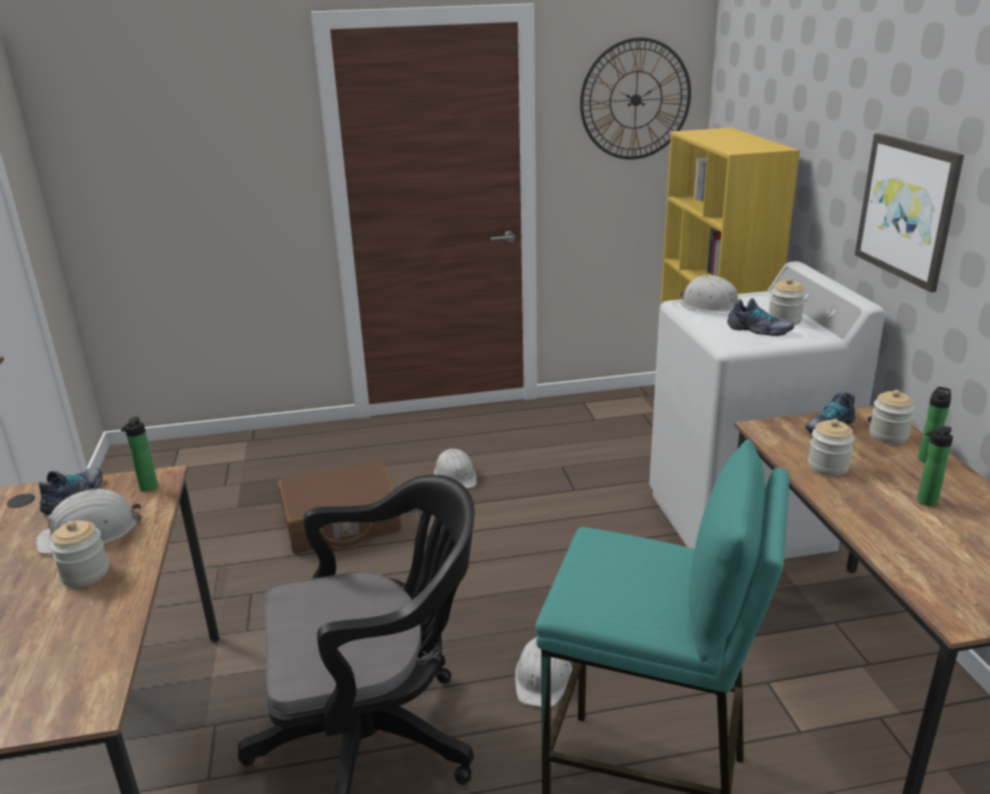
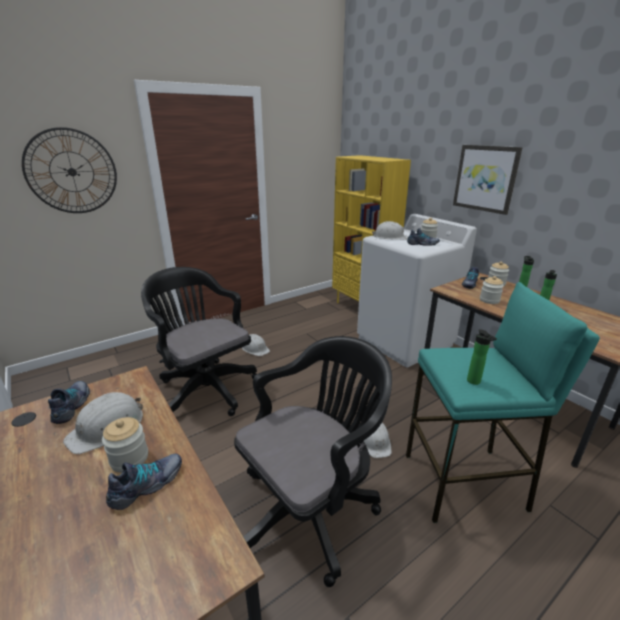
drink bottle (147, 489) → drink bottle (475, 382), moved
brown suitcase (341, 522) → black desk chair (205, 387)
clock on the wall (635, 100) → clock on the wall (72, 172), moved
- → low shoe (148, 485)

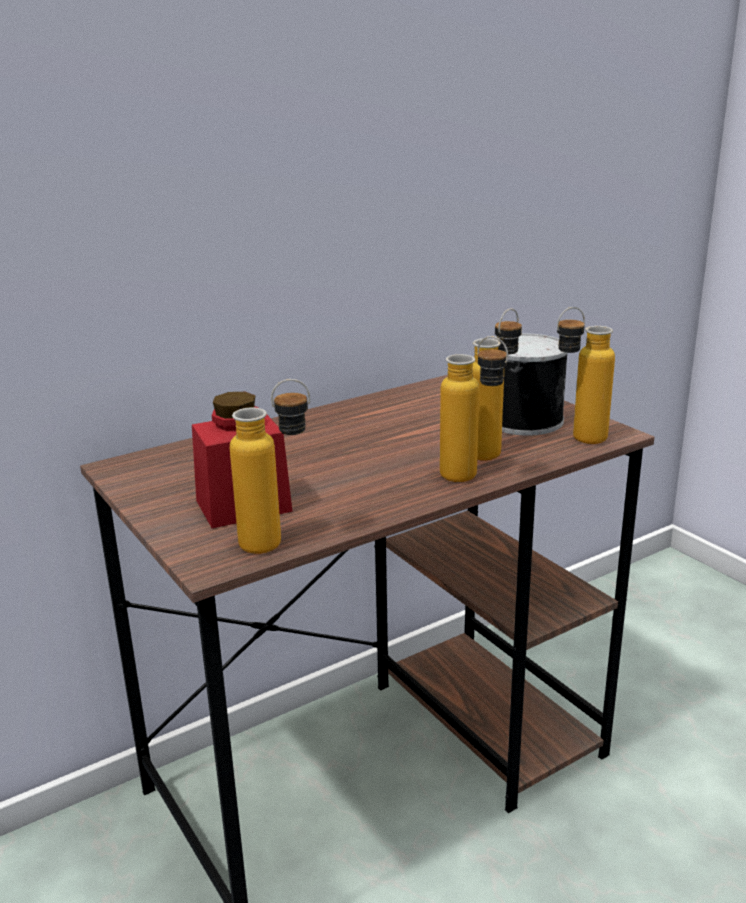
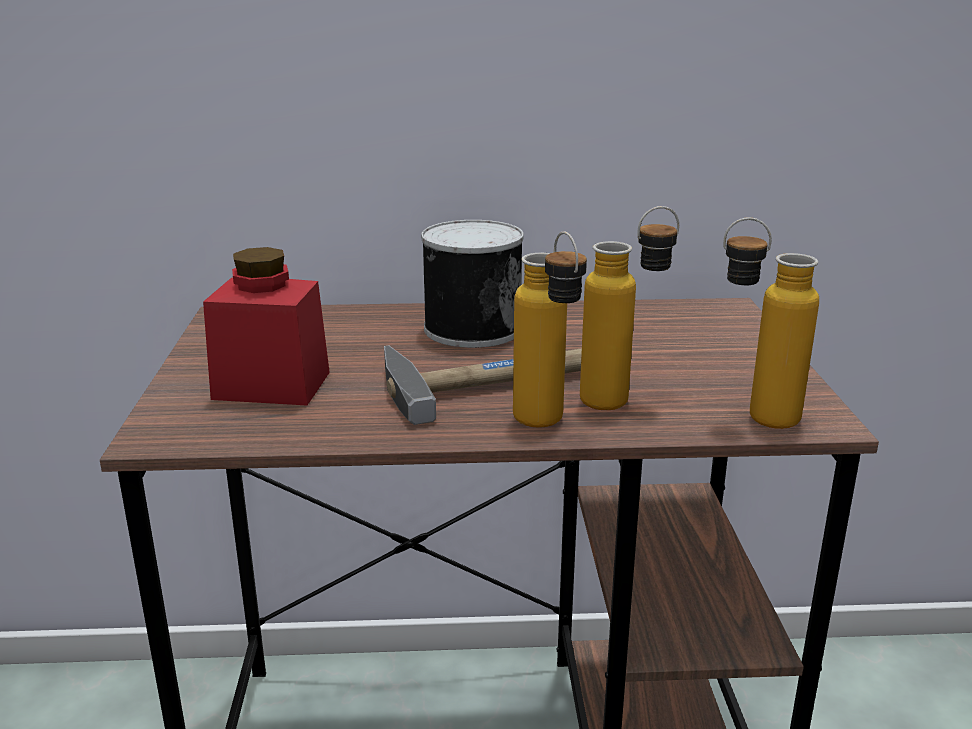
drink bottle (278, 543) → -
sealed can (521, 420) → sealed can (470, 328), moved
- → hammer (497, 380)

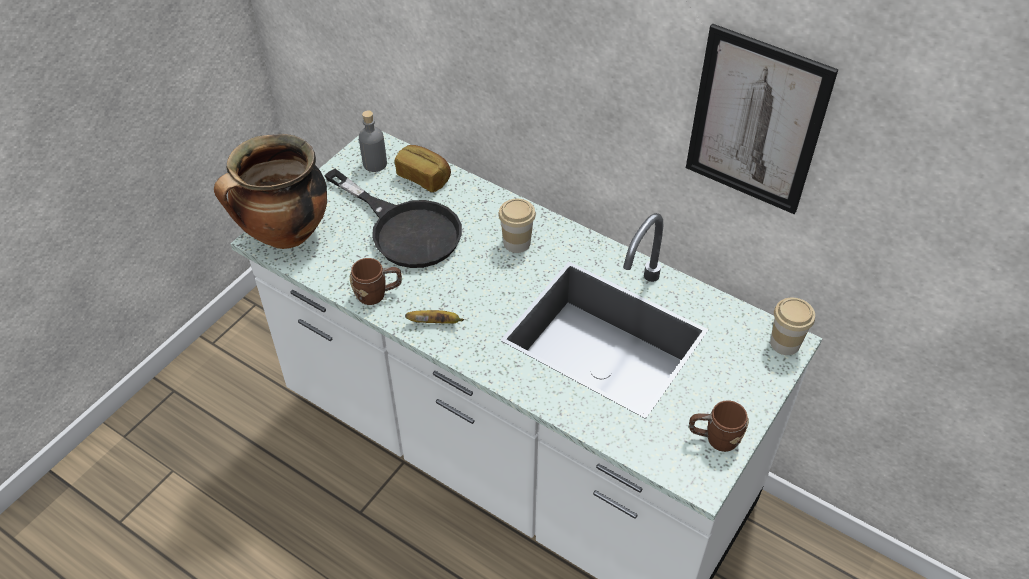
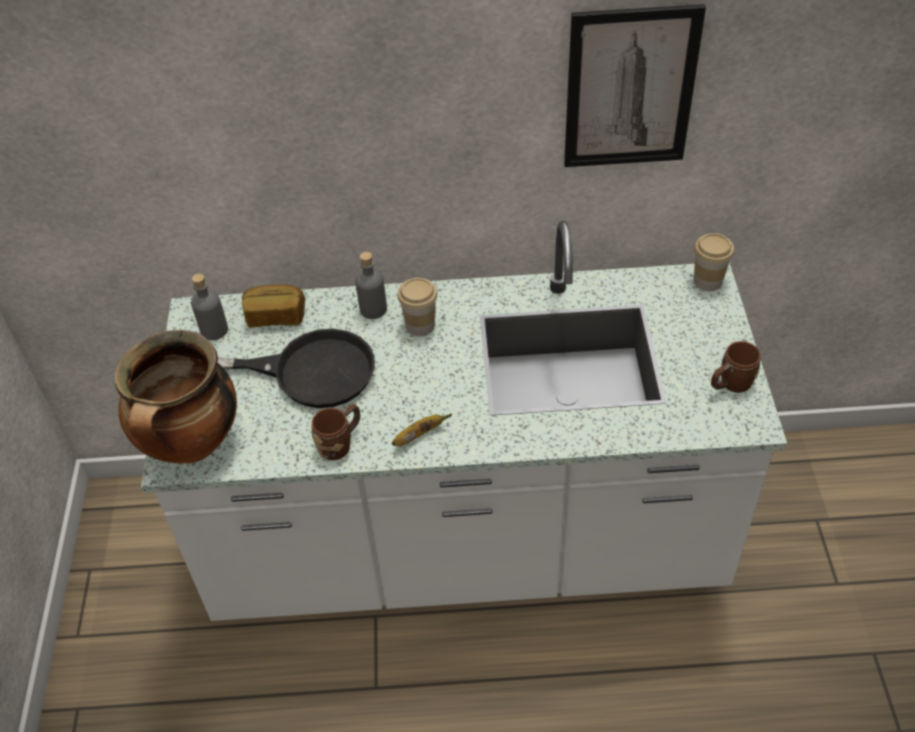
- → greyish drink bottle (373, 309)

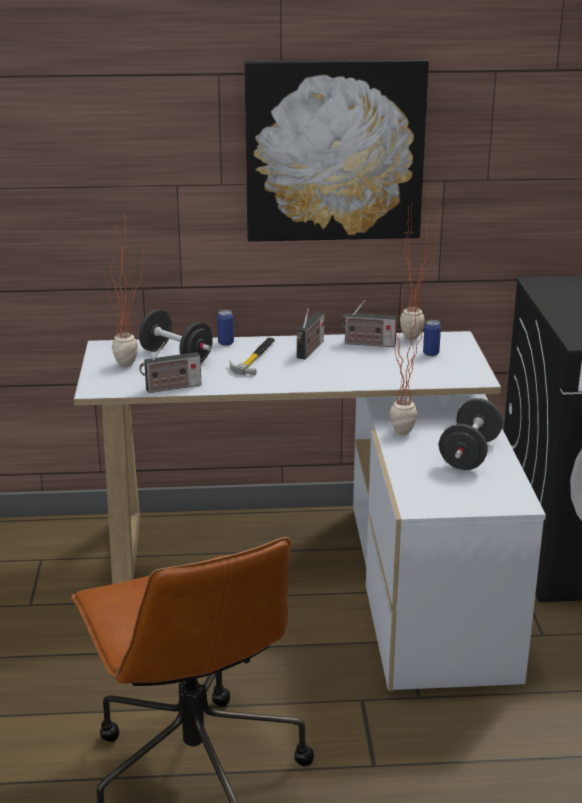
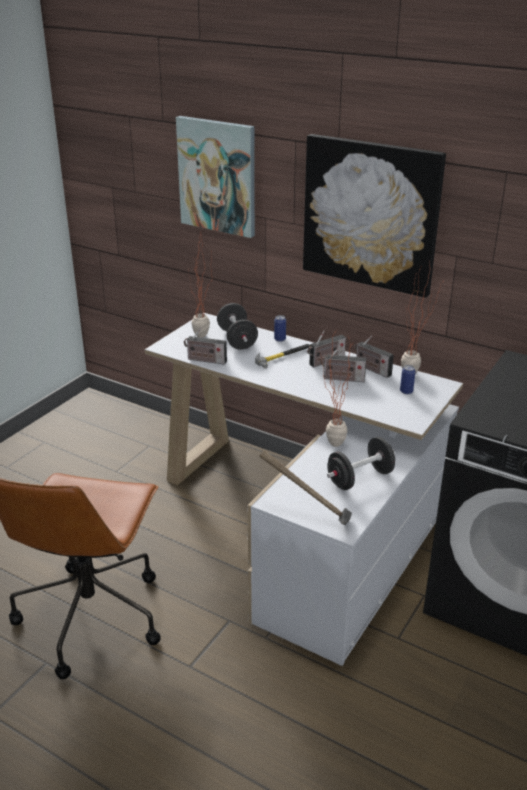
- → picture (217, 176)
- → hammer (308, 516)
- → radio (342, 379)

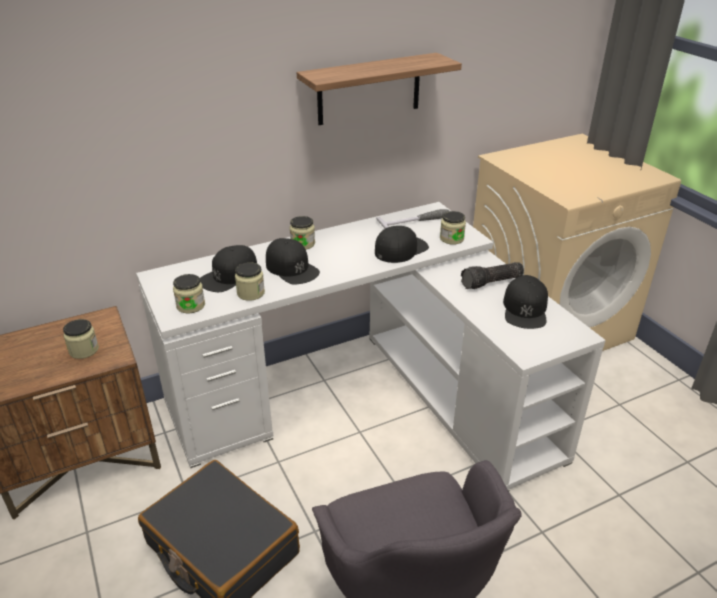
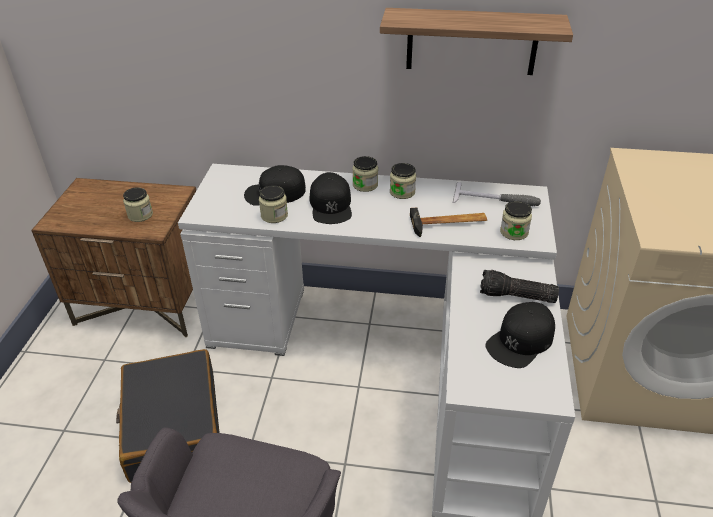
storage jar (190, 305) → storage jar (402, 192), moved
black baseball cap (401, 249) → hammer (449, 224)

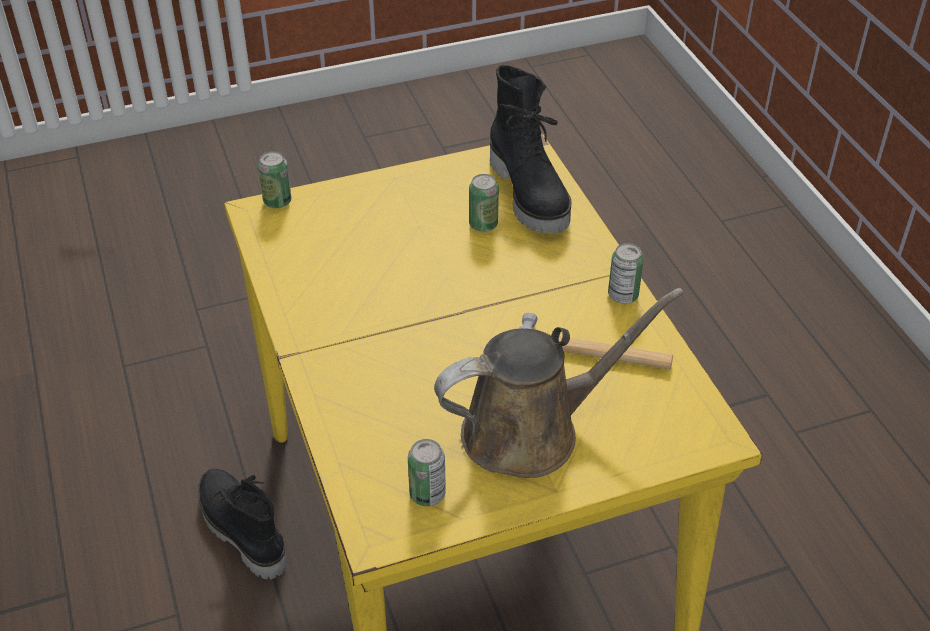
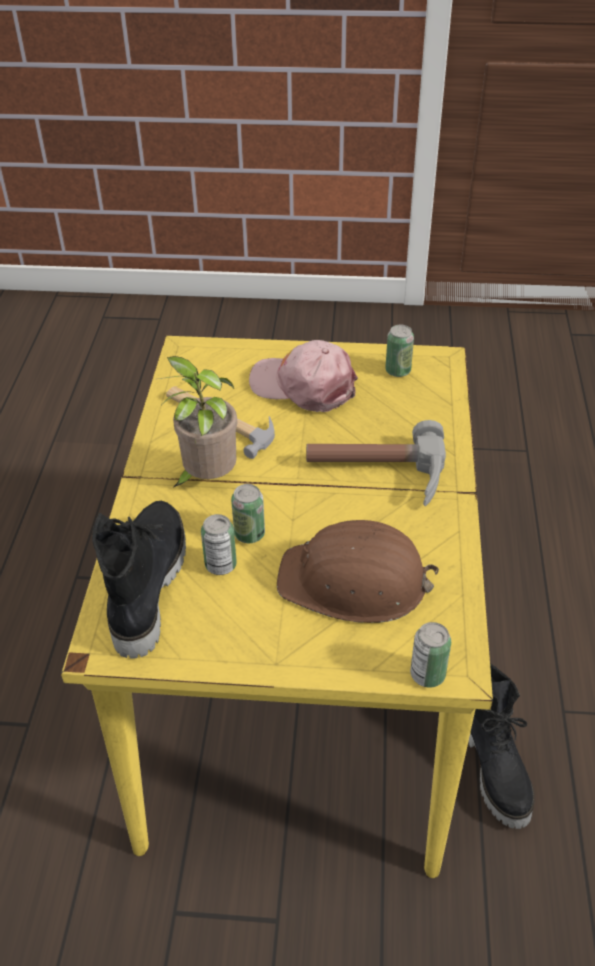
brown sprinkling can (531, 430) → pink-coloured baseball cap (303, 386)
sealed can (623, 295) → sealed can (249, 534), moved
- → potted plant (207, 478)
- → brown hard hat (354, 582)
- → hammer (376, 476)

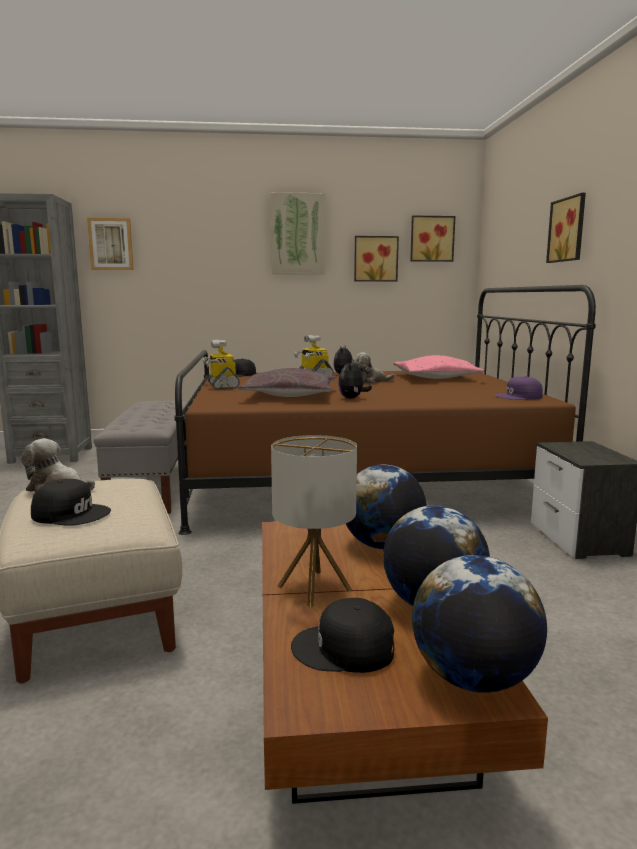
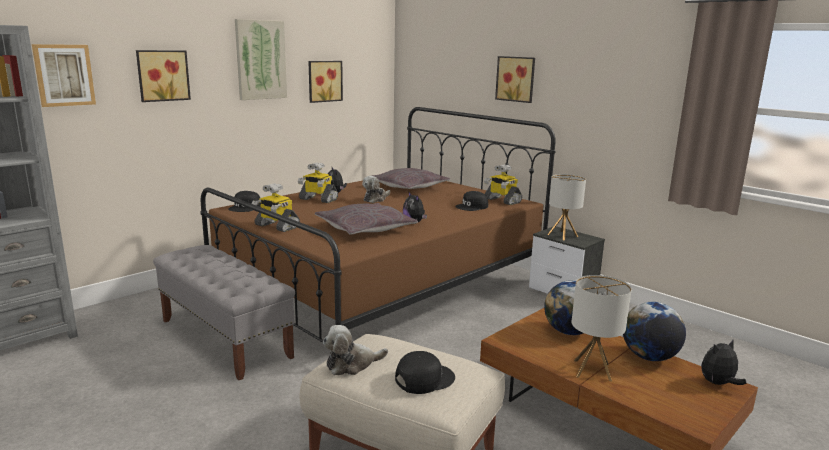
black baseball cap (344, 649) → black baseball cap (472, 207), moved
pink-coloured cushion (435, 378) → greyish cushion (408, 187)
picture (431, 239) → picture (162, 75), moved
world globe (473, 679) → cuddly toy (718, 384)
purple-coloured baseball cap (519, 396) → toy robot (501, 200)
- → lamp for a table (562, 235)

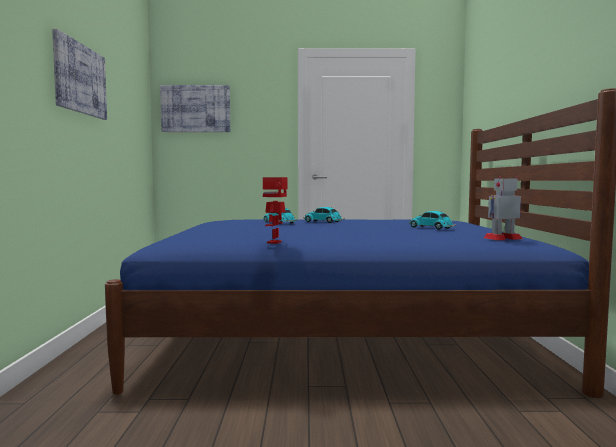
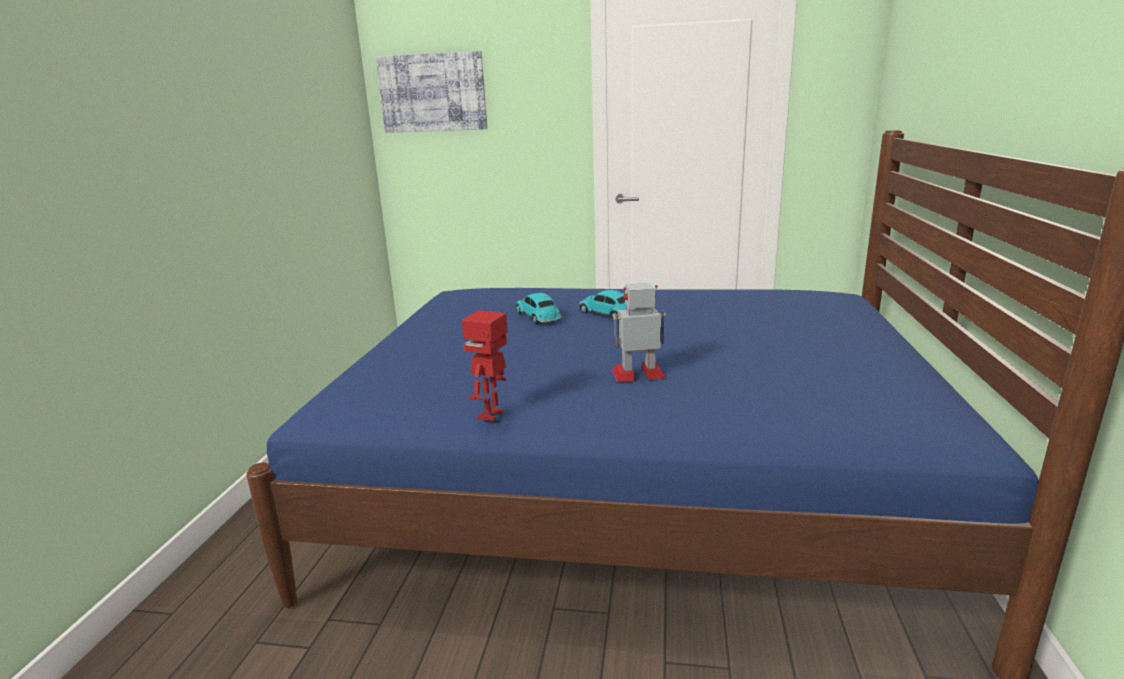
picture (80, 79) → -
miniature car (432, 228) → -
toy robot (503, 238) → toy robot (638, 374), moved

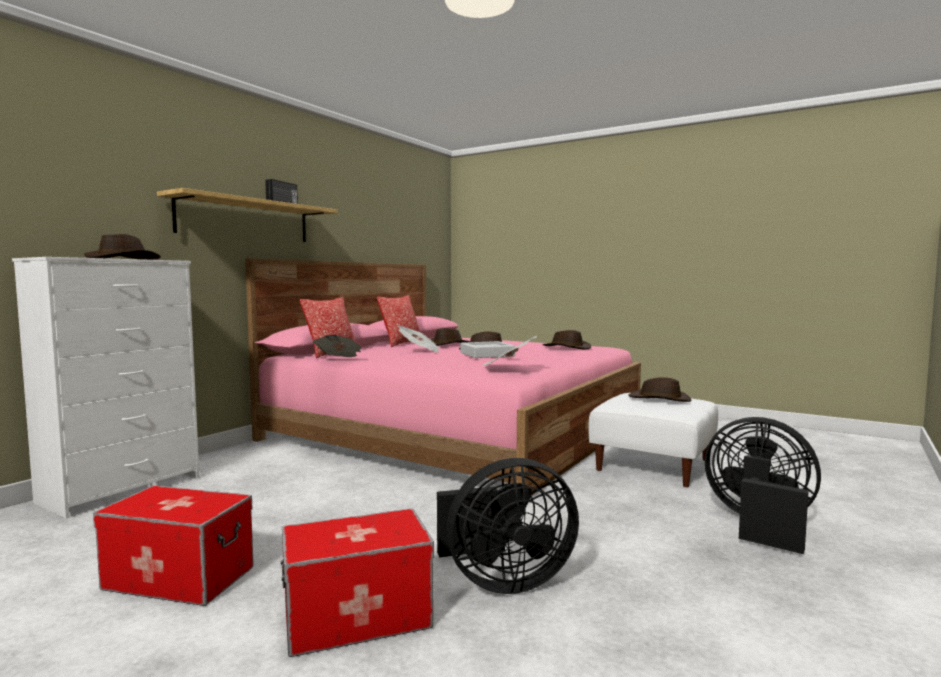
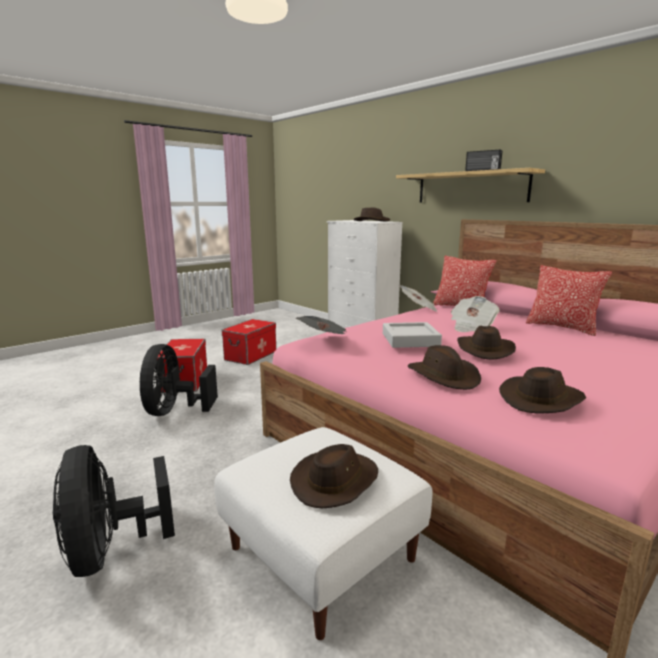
brown hat (448, 344) → brown hat (444, 376), moved
black electric fan (759, 524) → black electric fan (111, 550), 105 degrees clockwise

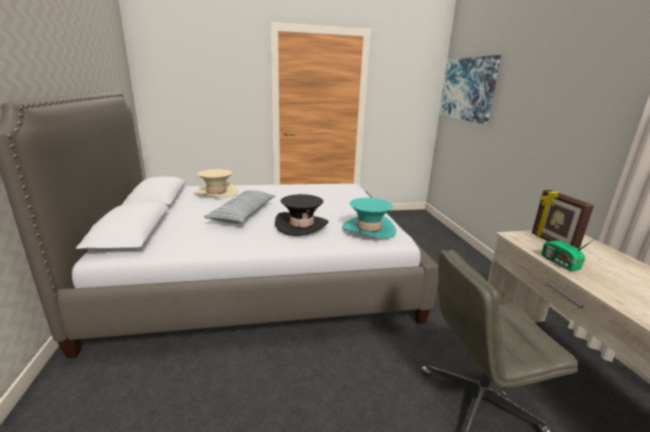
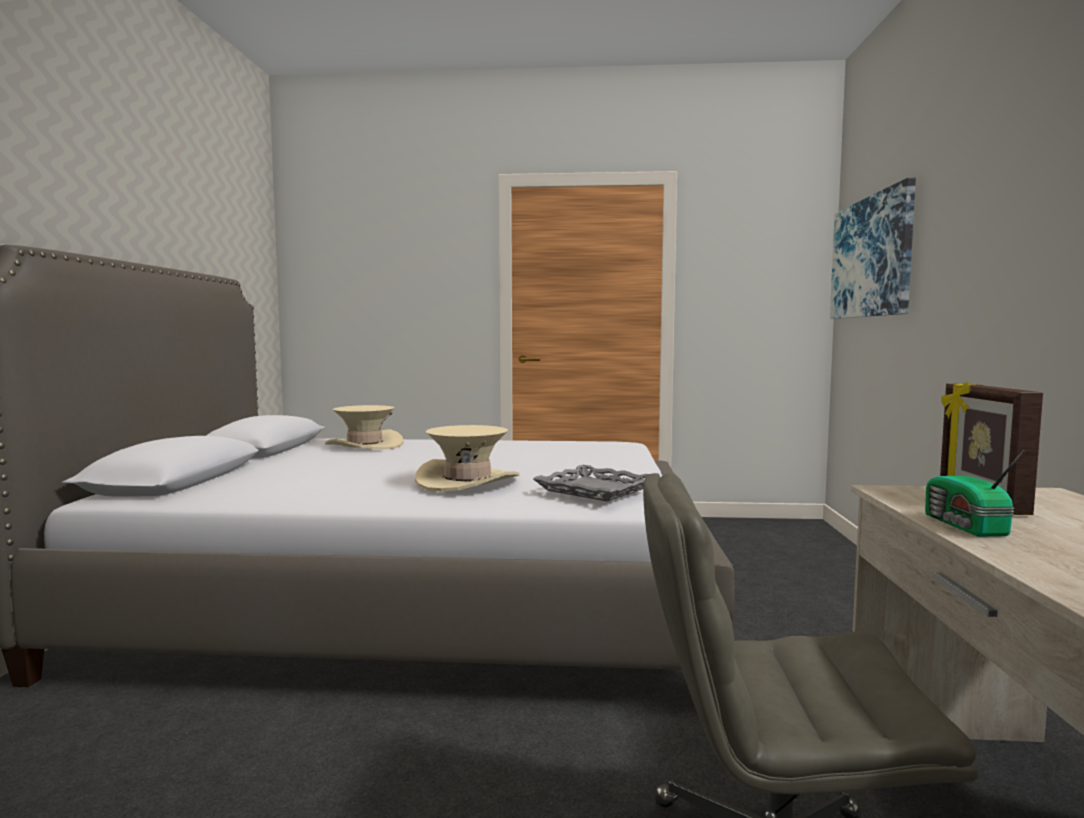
cushion (243, 214) → -
black hat (301, 225) → beige-coloured hat (467, 481)
turquoise-coloured hat (368, 229) → greyish carrying tray (594, 490)

